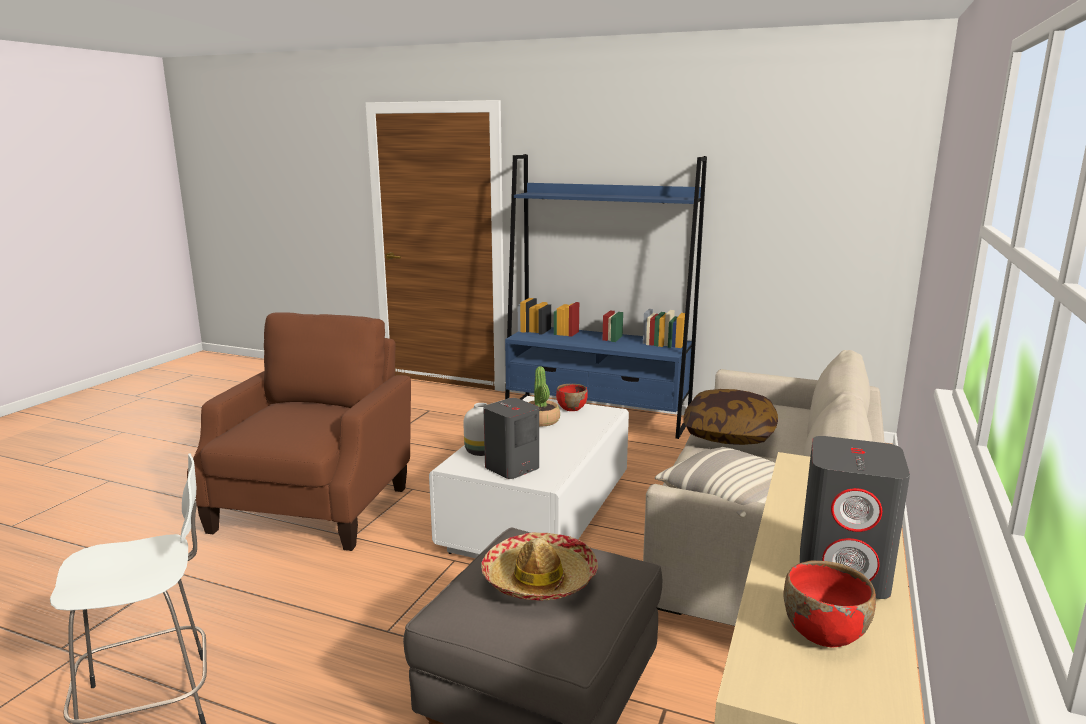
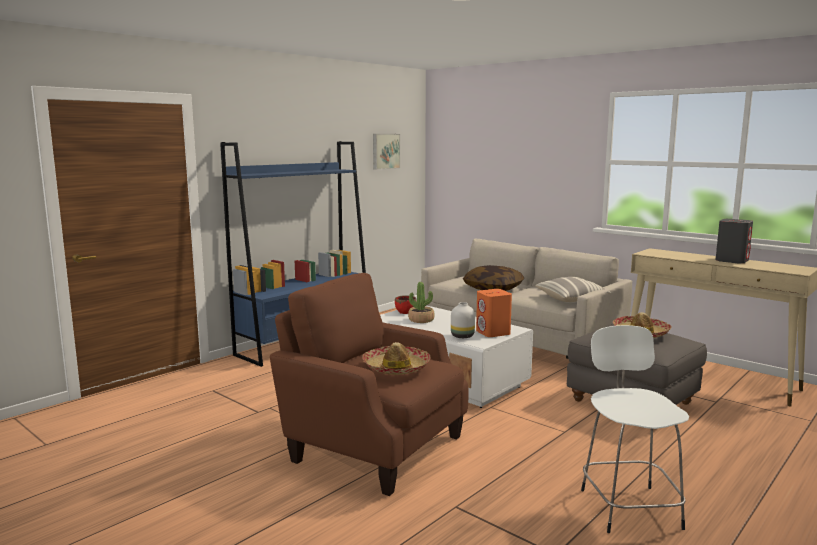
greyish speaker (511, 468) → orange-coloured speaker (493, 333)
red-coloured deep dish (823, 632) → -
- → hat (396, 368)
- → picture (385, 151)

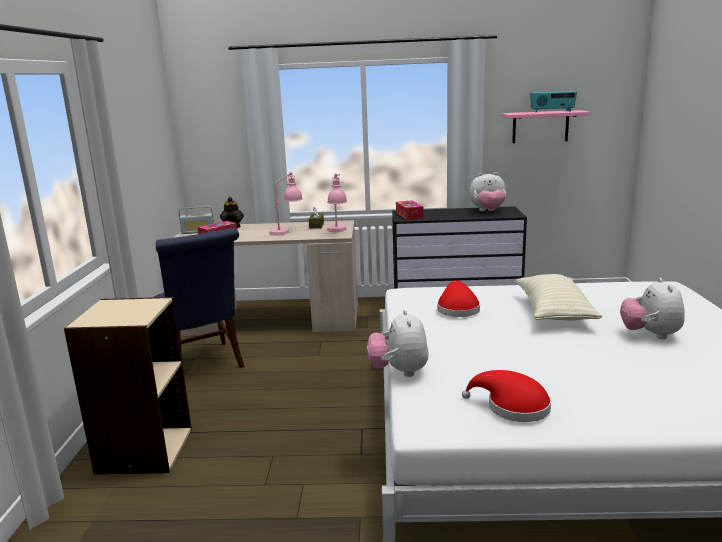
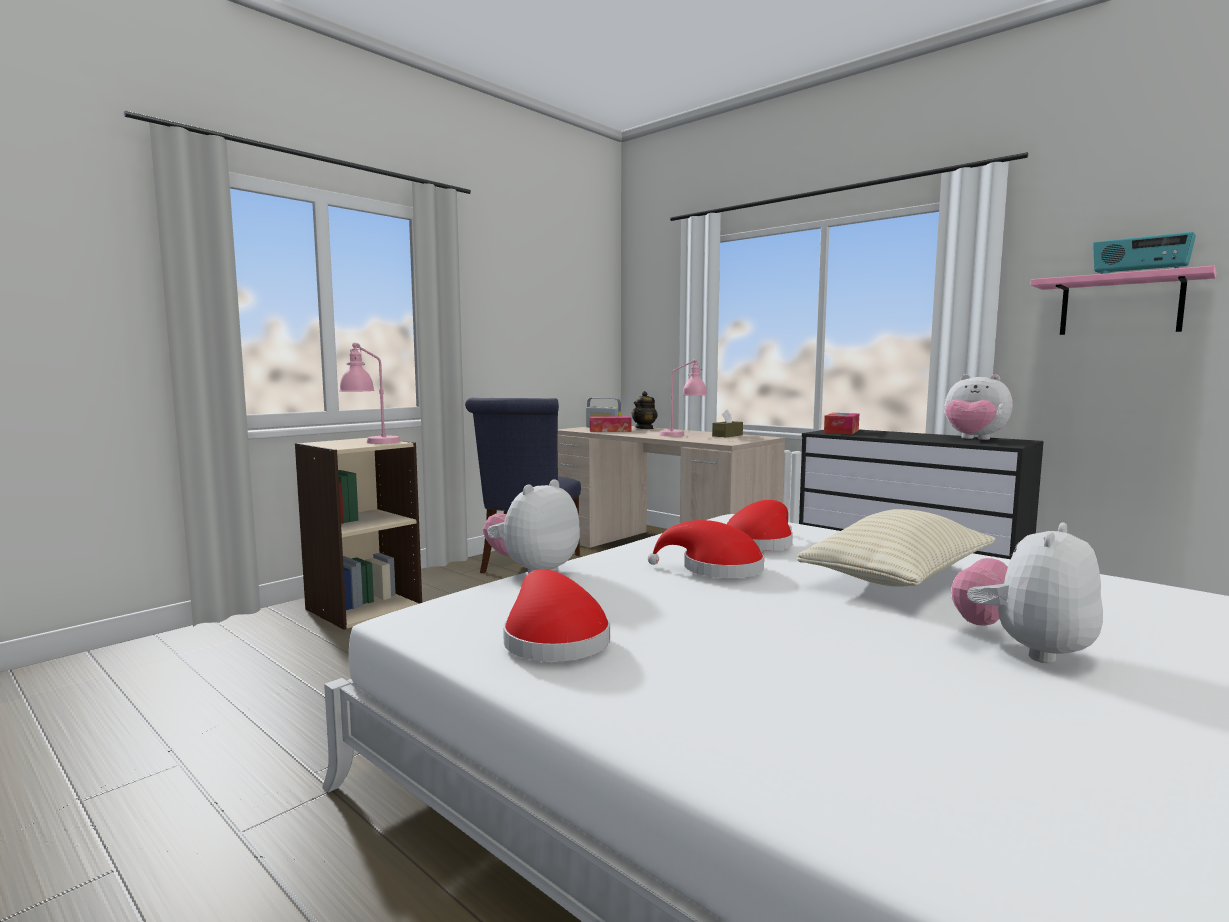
pink-coloured lamp for a table (338, 231) → pink-coloured lamp for a table (372, 443), moved
- → red-coloured hat (715, 569)

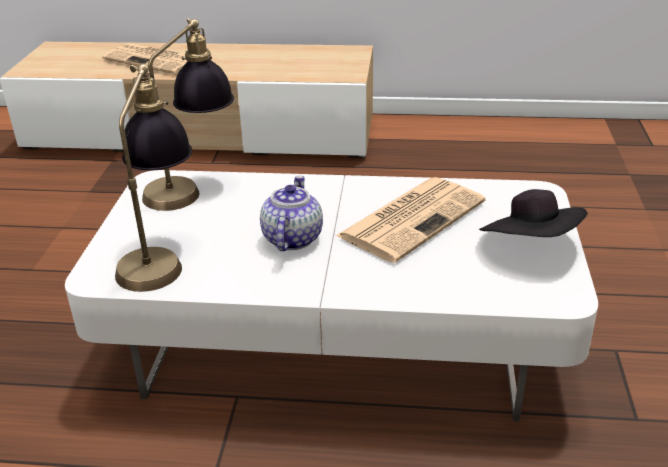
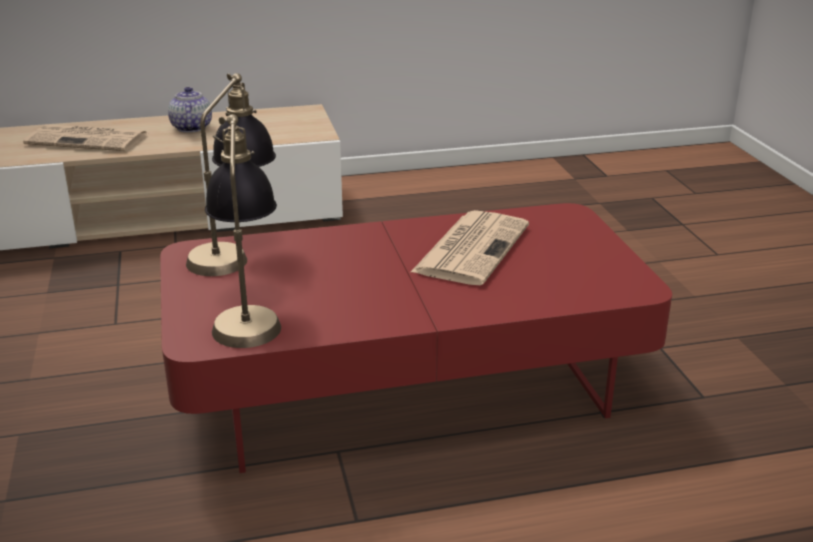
white lounge table (336, 337) → red-coloured lounge table (406, 382)
pot for tea (291, 238) → pot for tea (191, 127), moved
black hat (531, 245) → -

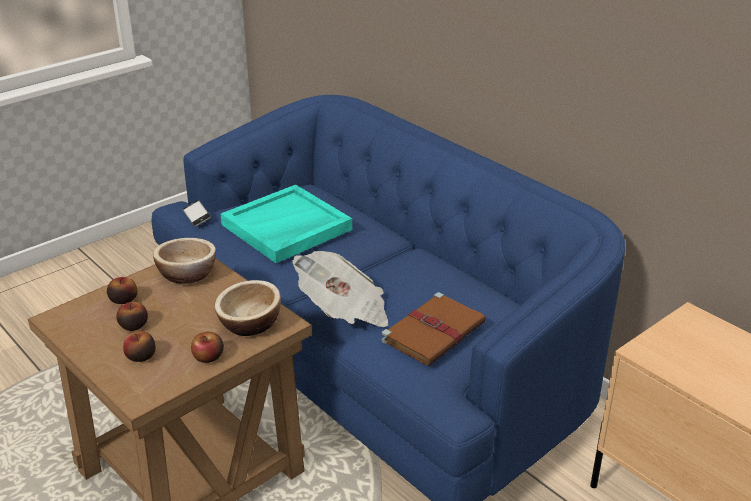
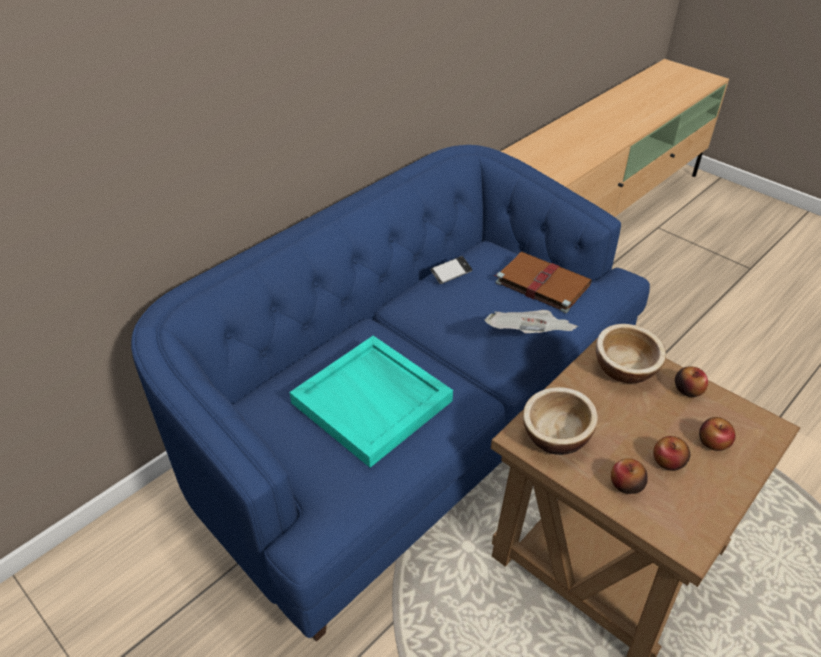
phone (197, 216) → phone (451, 273), moved

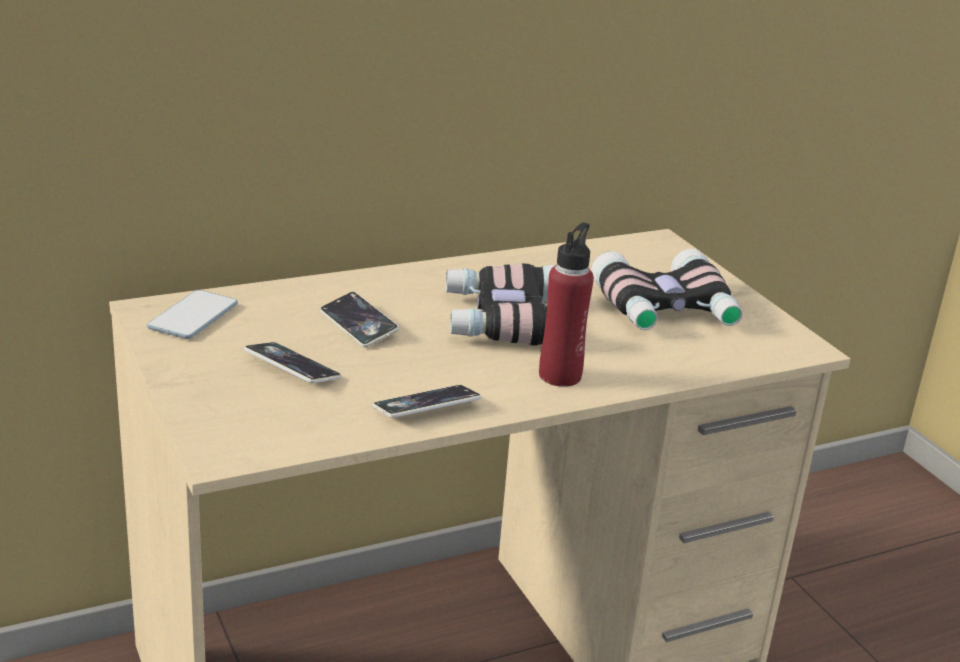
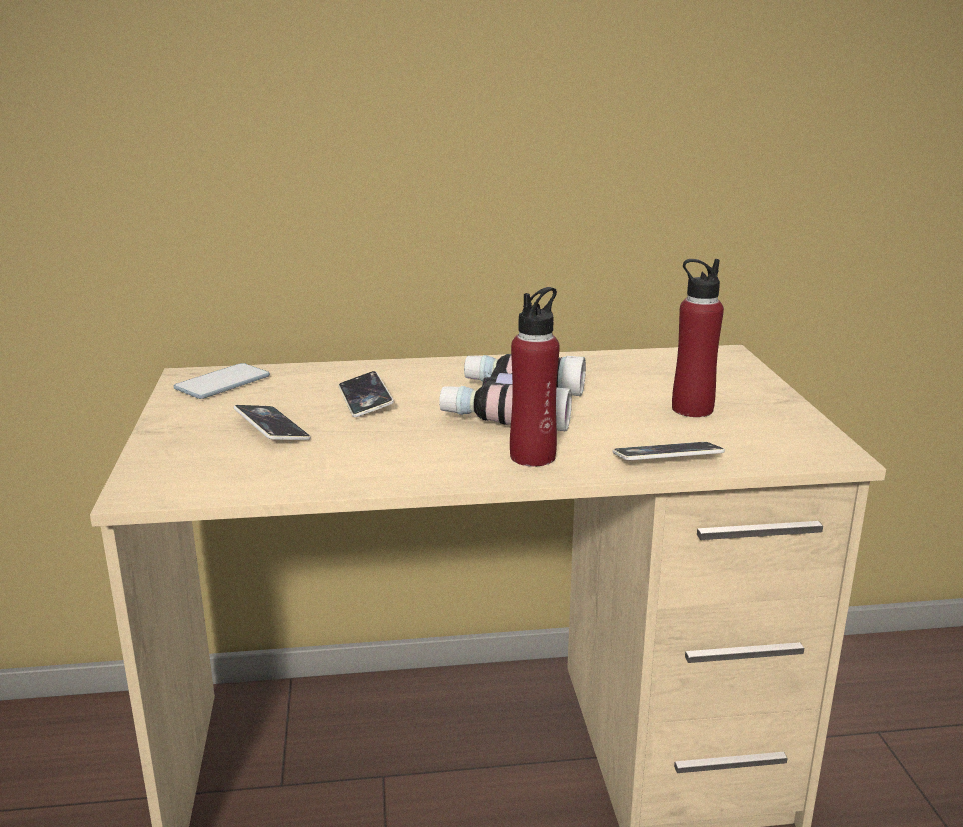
phone (426, 407) → phone (667, 458), moved
pair of binoculars (666, 310) → red-coloured drink bottle (692, 409)

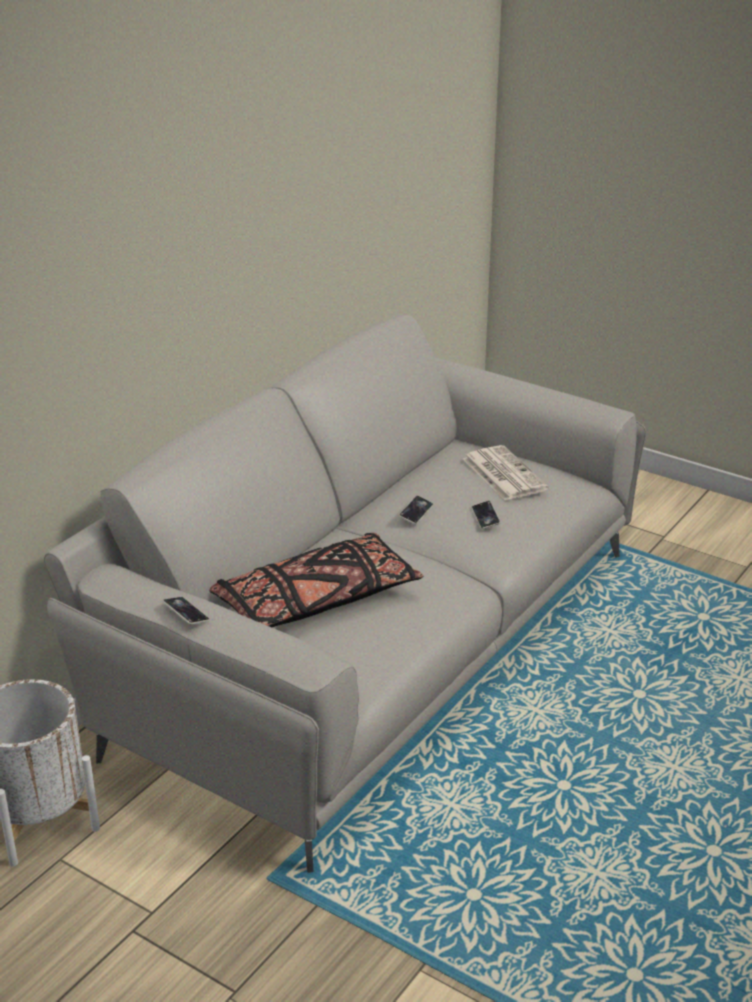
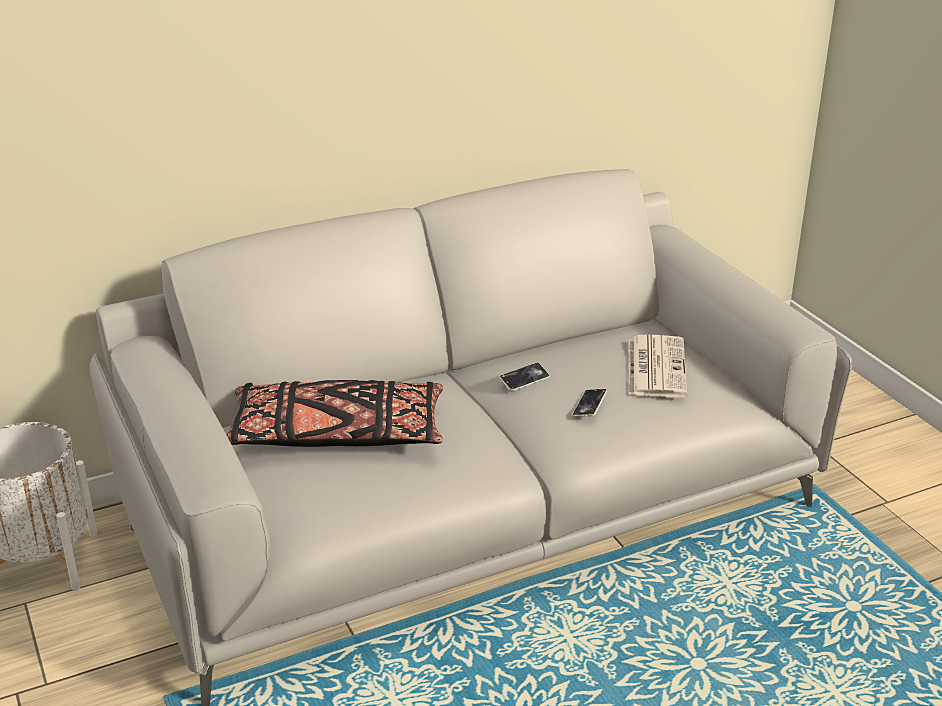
phone (186, 613) → -

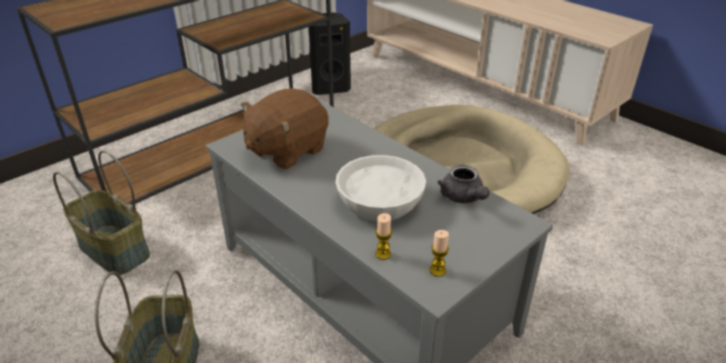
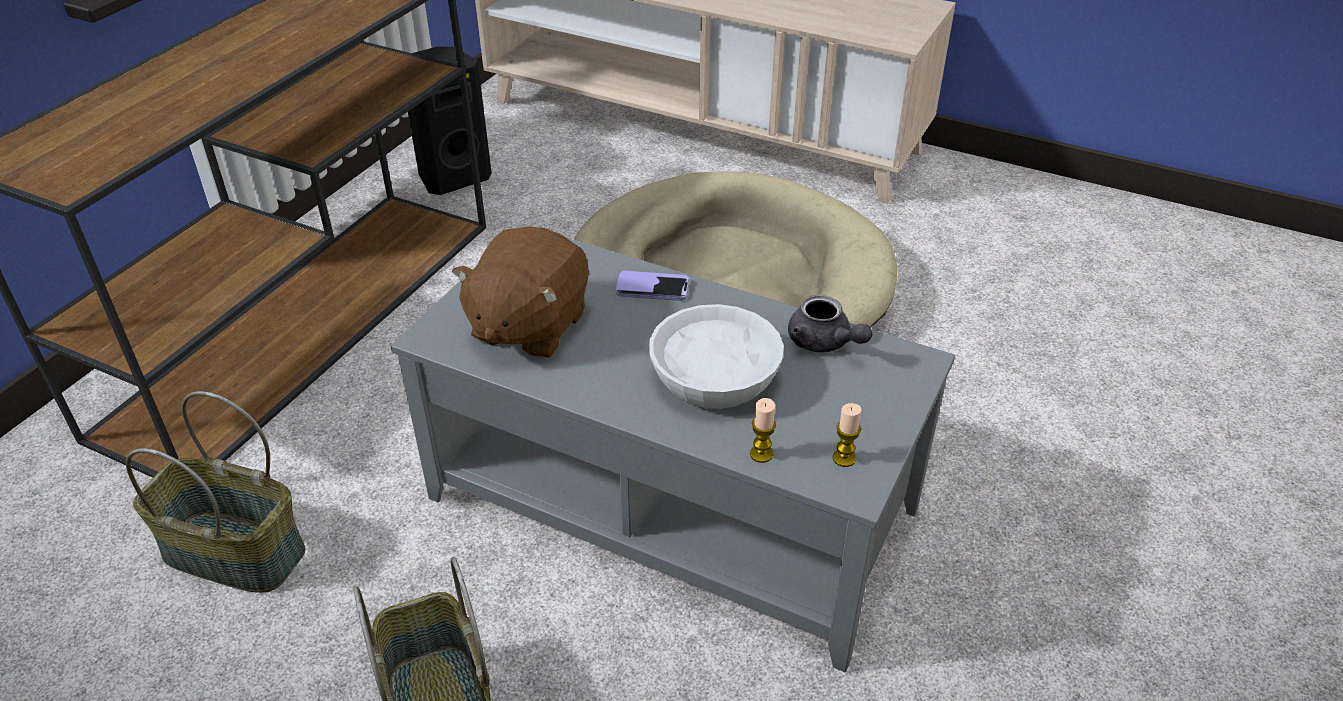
- → phone (652, 288)

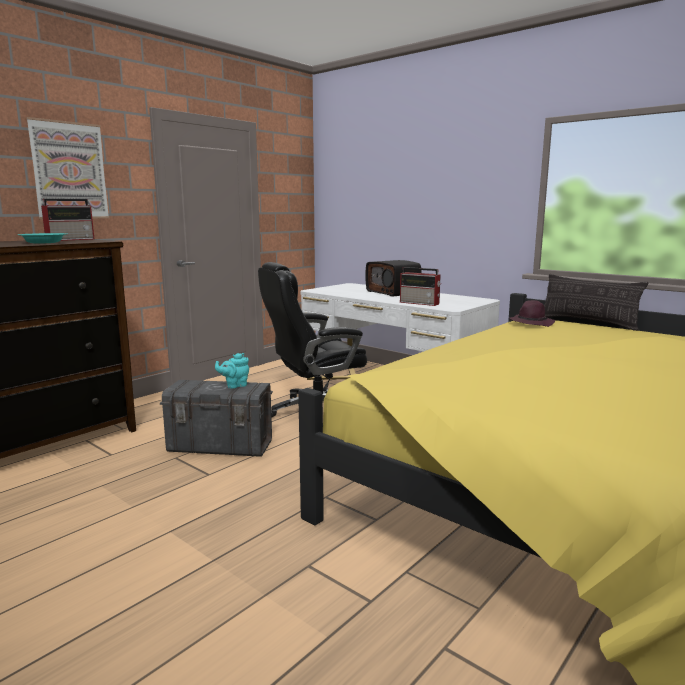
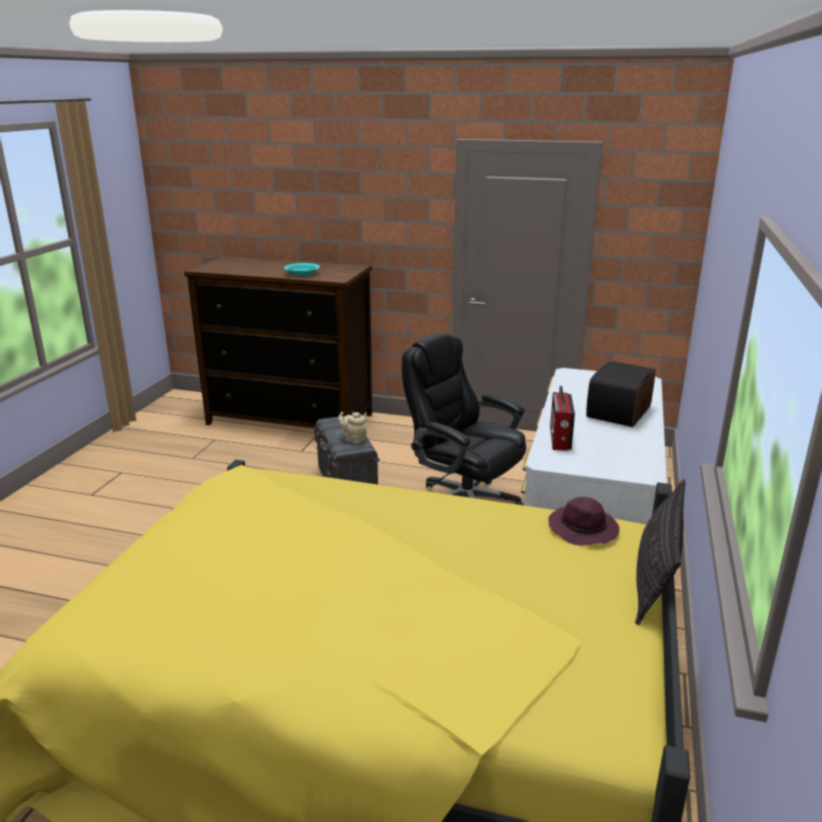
picture (69, 171) → -
radio (71, 239) → -
turquoise-coloured pot for tea (234, 385) → beige-coloured pot for tea (353, 439)

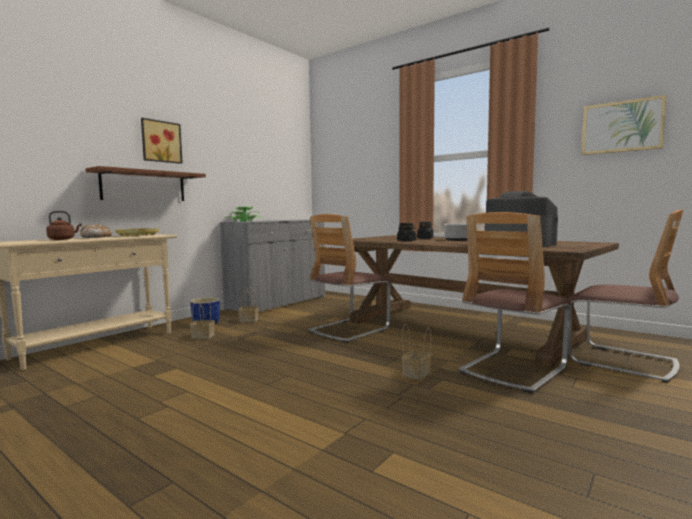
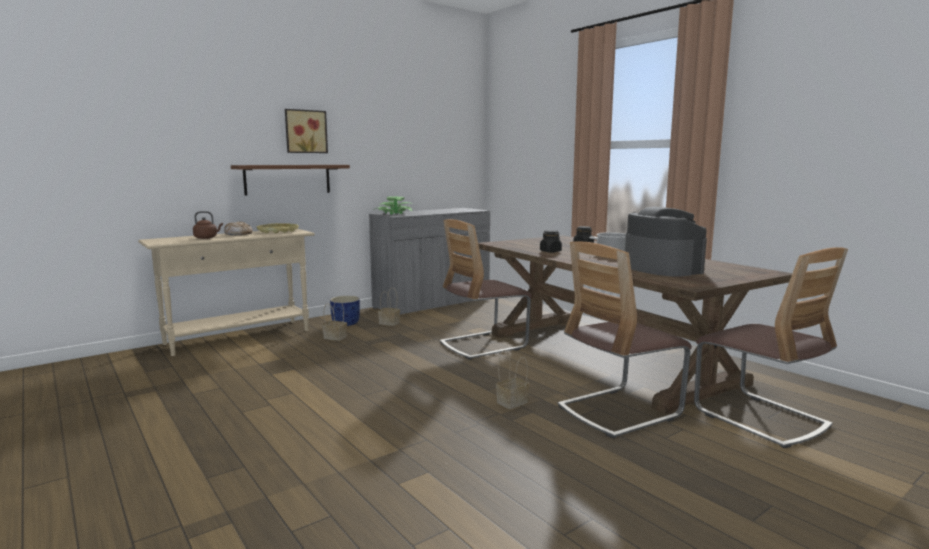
picture (622, 127) → -

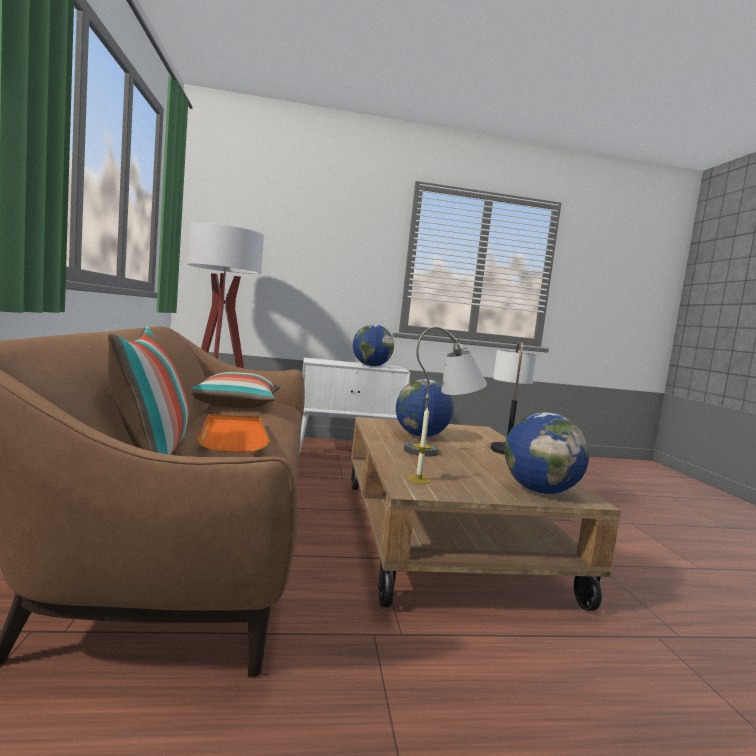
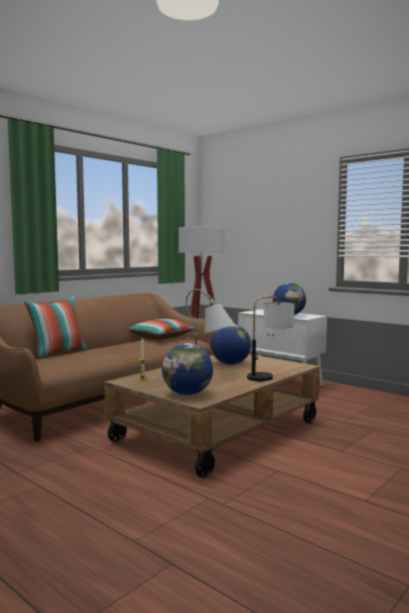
orange-coloured carrying tray (233, 436) → -

